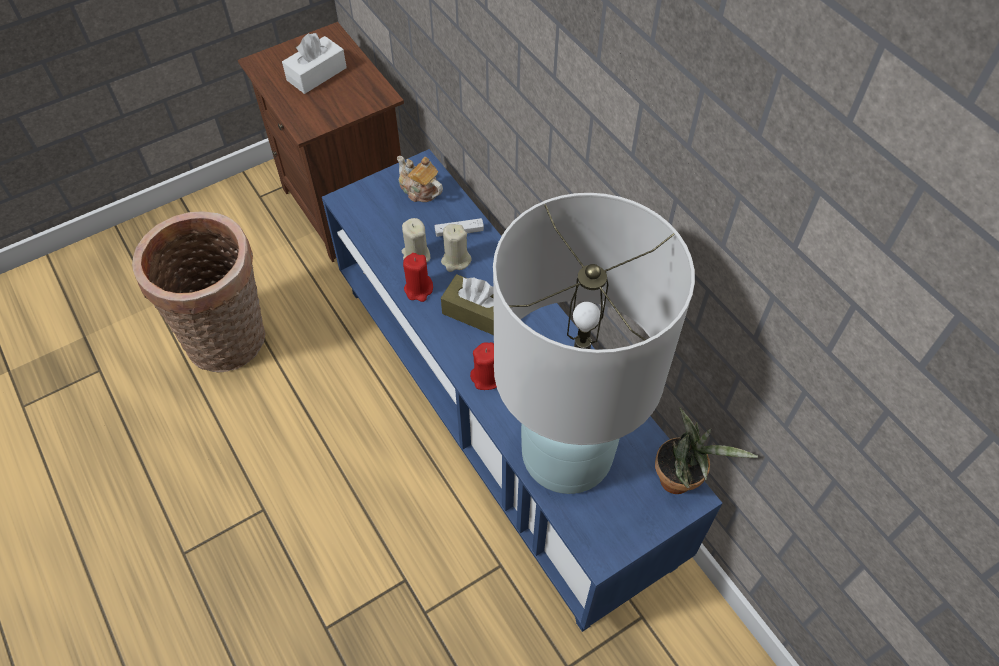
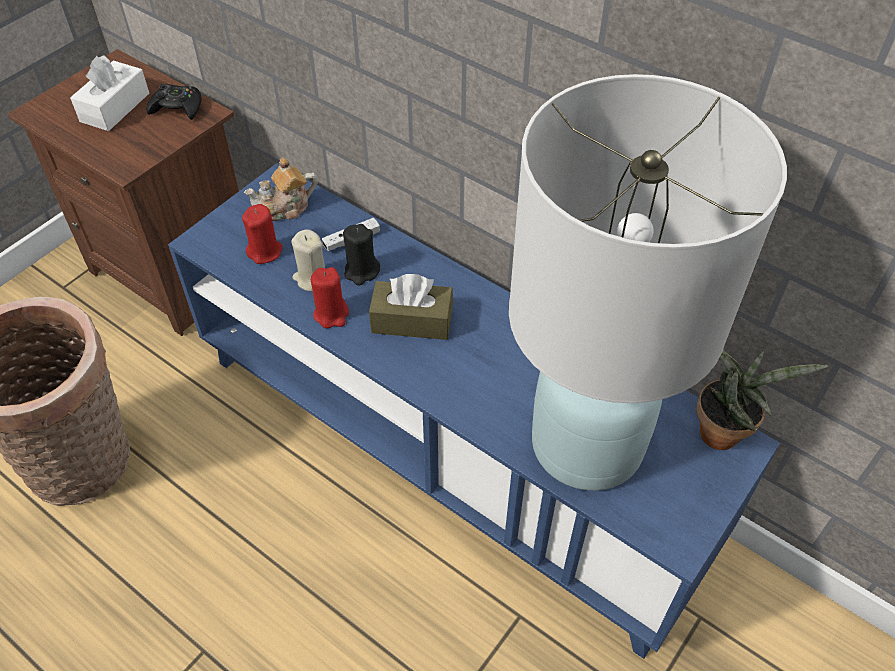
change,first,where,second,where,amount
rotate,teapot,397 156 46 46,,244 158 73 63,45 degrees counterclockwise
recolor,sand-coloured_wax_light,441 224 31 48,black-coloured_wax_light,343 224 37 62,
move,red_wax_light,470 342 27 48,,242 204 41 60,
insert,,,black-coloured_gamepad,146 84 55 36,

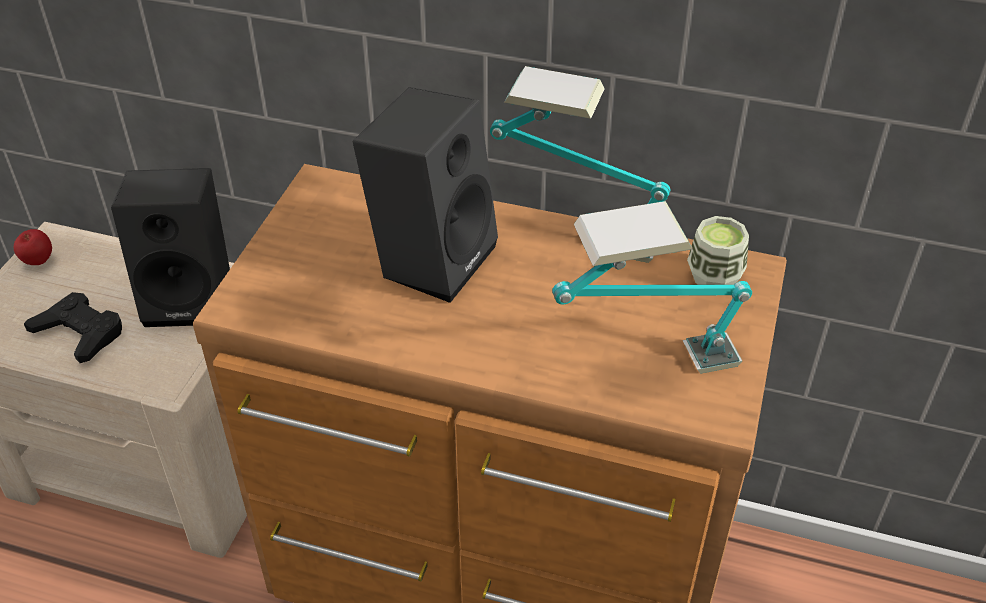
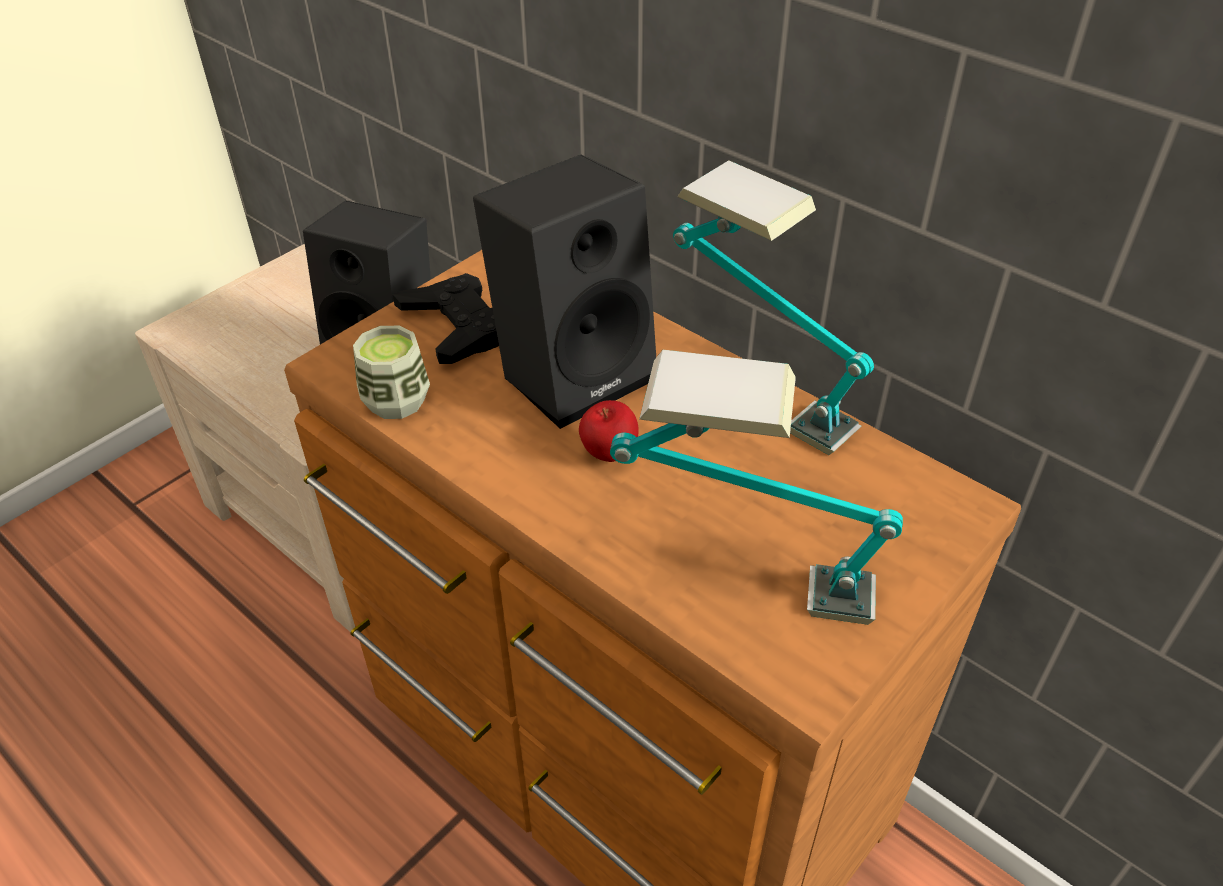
change,first,where,second,where,amount
move,cup,687 216 62 69,,353 326 77 93,
move,apple_fruit,14 229 38 36,,579 400 60 62,
move,black-coloured_gamepad,24 292 98 71,,393 273 106 91,

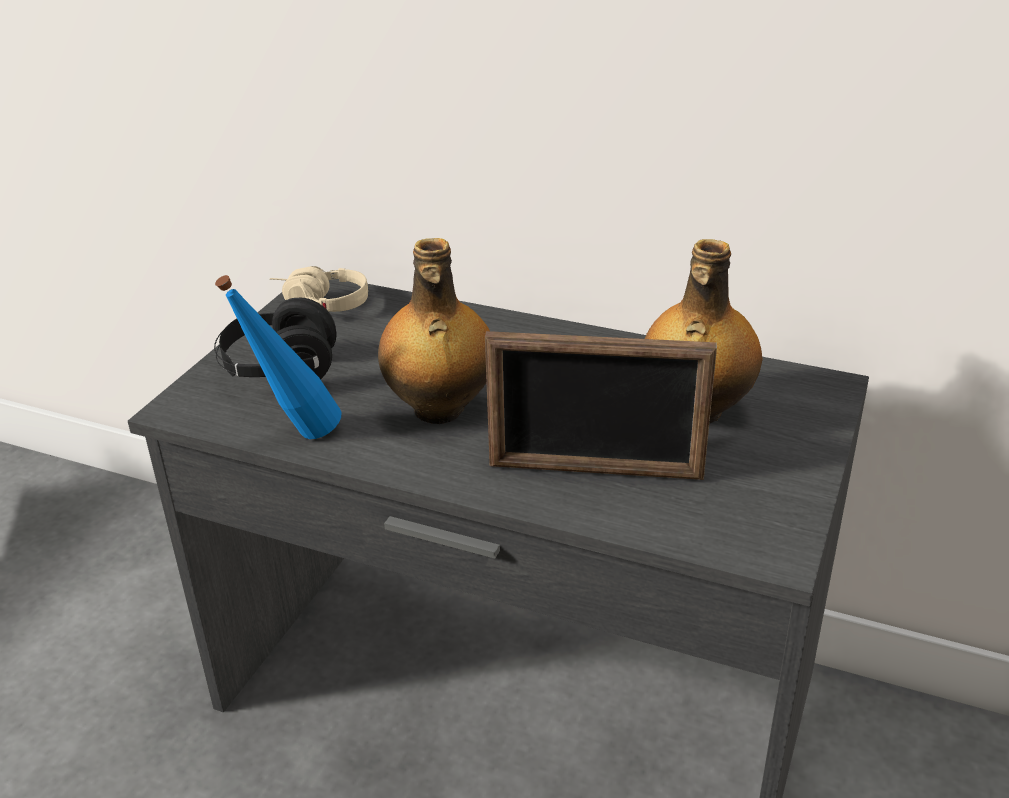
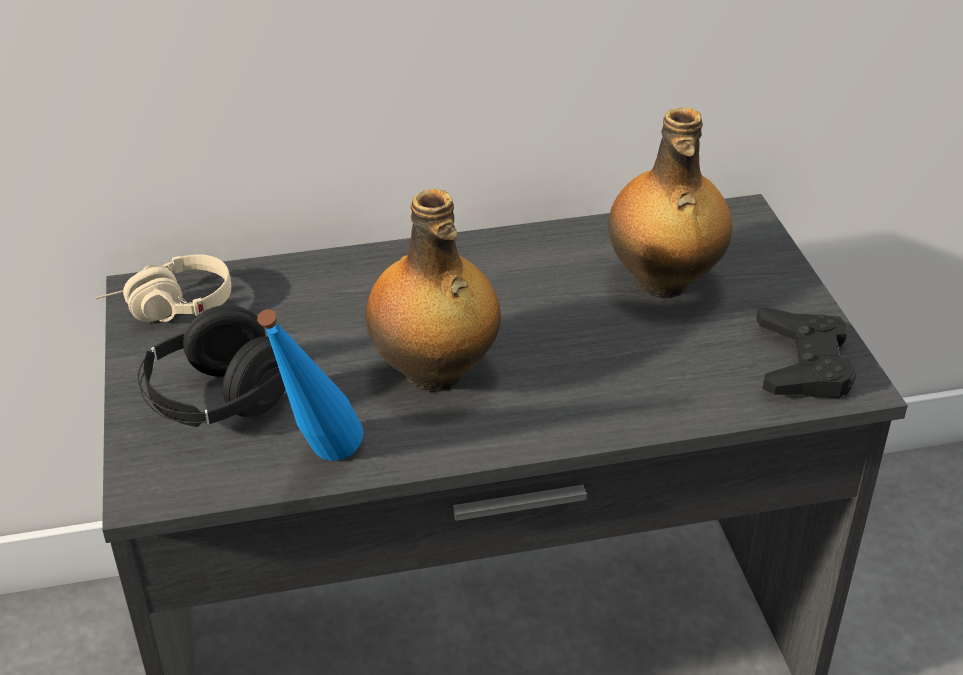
change,first,where,second,where,amount
delete,photo_frame,485 331 232 149,,,
insert,,,black-coloured_gamepad,756 308 101 90,

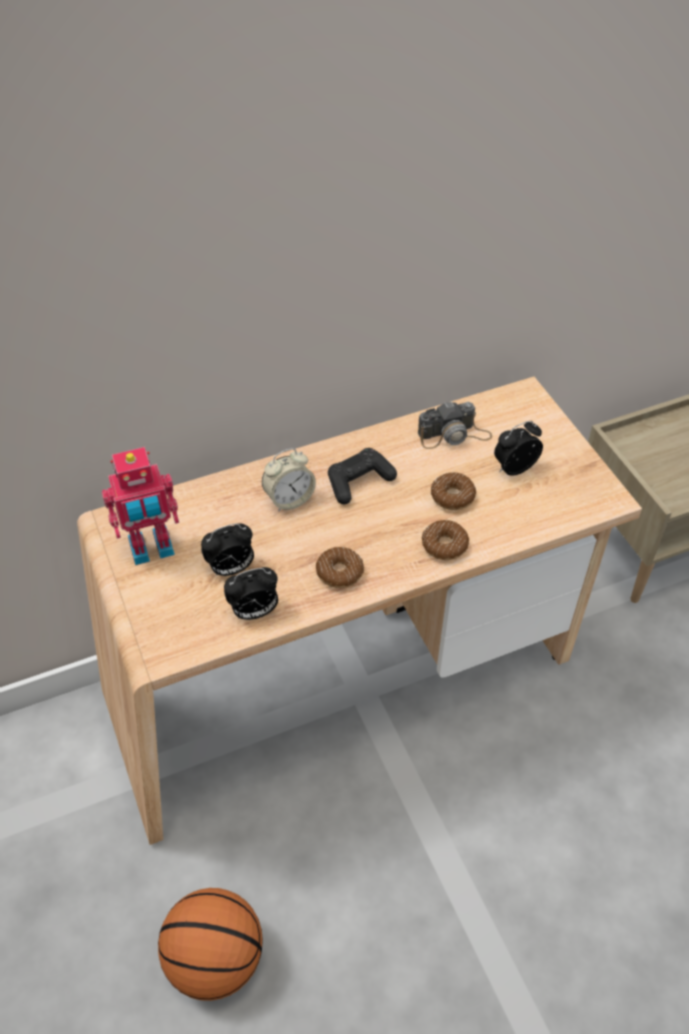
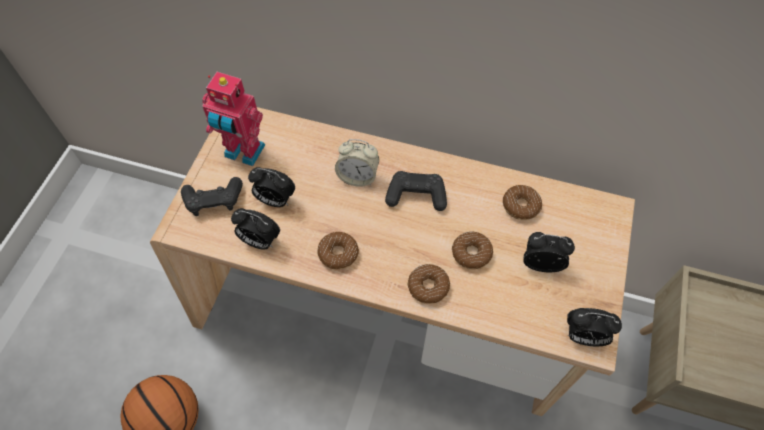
change,first,where,second,where,amount
replace,photo_camera,418 401 75 48,donut,503 185 39 35,
insert,,,black-coloured_gamepad,181 177 62 39,
insert,,,alarm_clock,567 308 55 38,

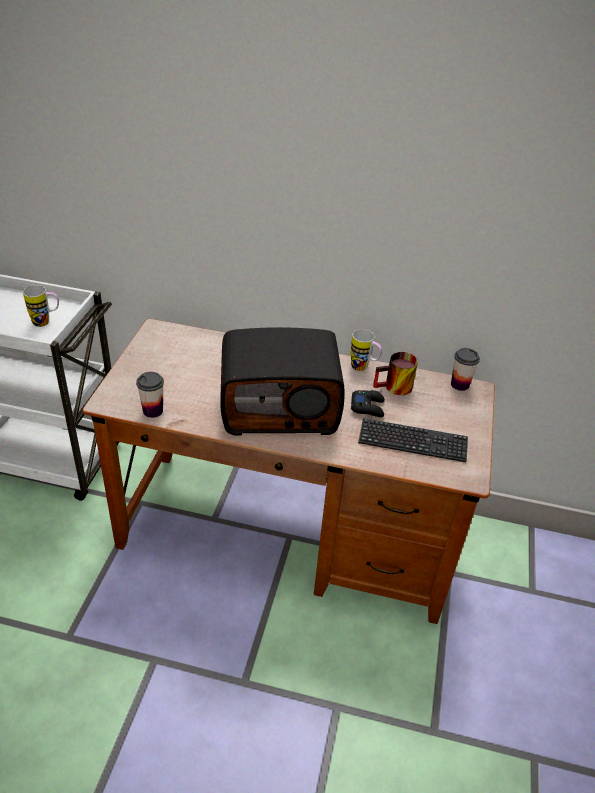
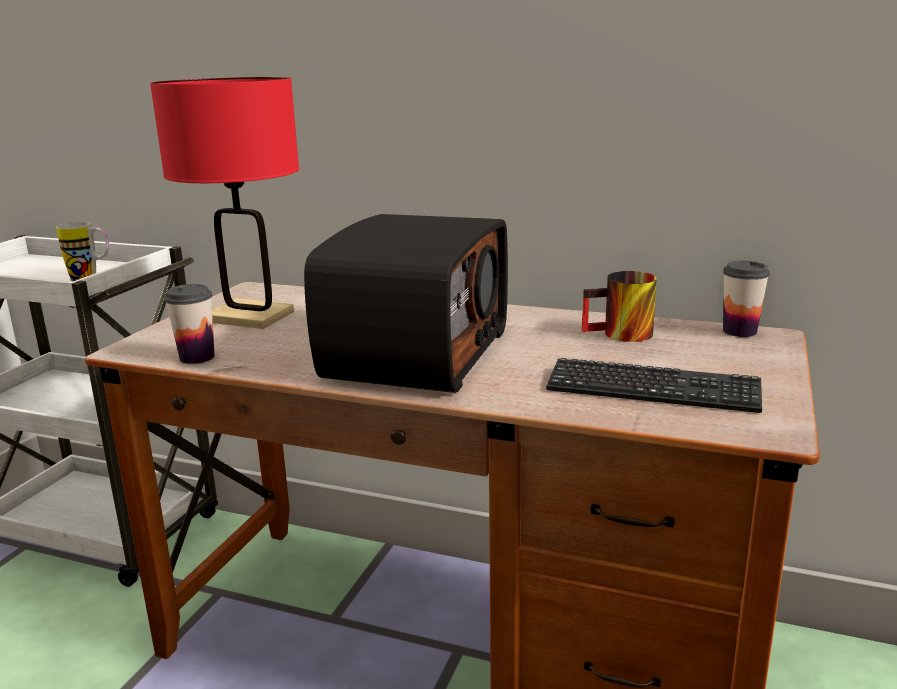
change,first,where,second,where,amount
rotate,radio,220 327 125 108,,304 214 204 179,75 degrees counterclockwise
delete,coffee_mug,351 329 31 42,,,
delete,black-coloured_gamepad,351 390 34 27,,,
insert,,,red_lamp_for_a_table,150 77 149 252,

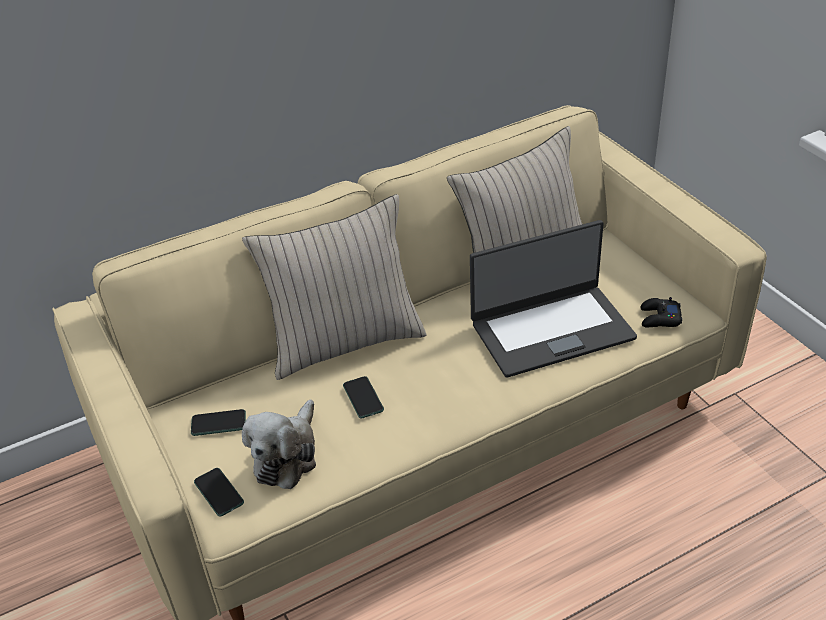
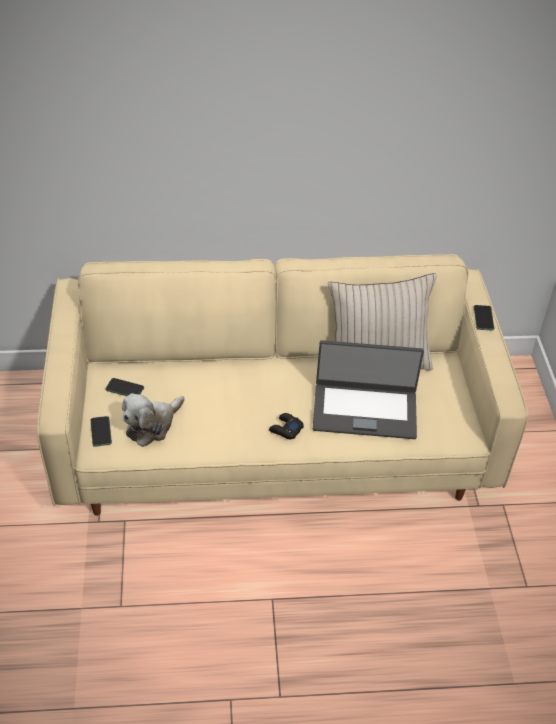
change,first,where,second,where,amount
delete,sand-coloured_cushion,242 194 185 186,,,
move,black-coloured_gamepad,640 297 42 30,,269 413 35 27,
move,handset,343 376 41 42,,474 305 20 25,

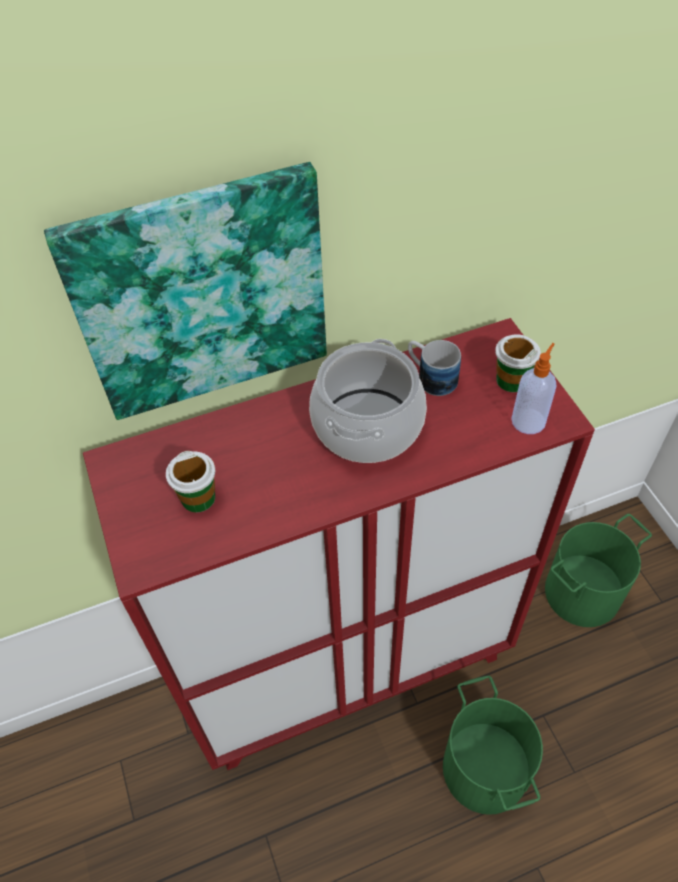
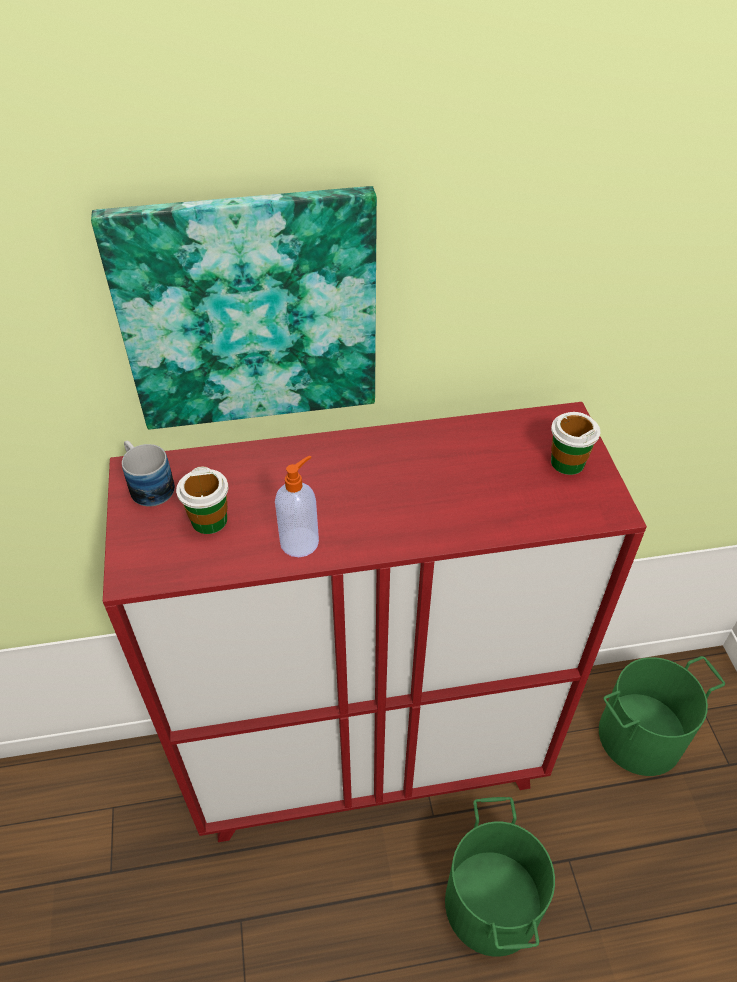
change,first,where,second,where,amount
delete,stockpot,309 339 118 124,,,
move,coffee_mug,408 340 53 56,,122 441 53 66,
move,soap_bottle,511 343 45 91,,275 455 44 102,

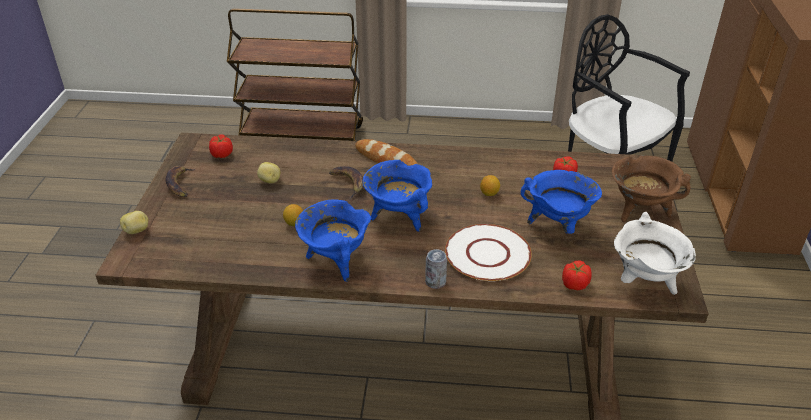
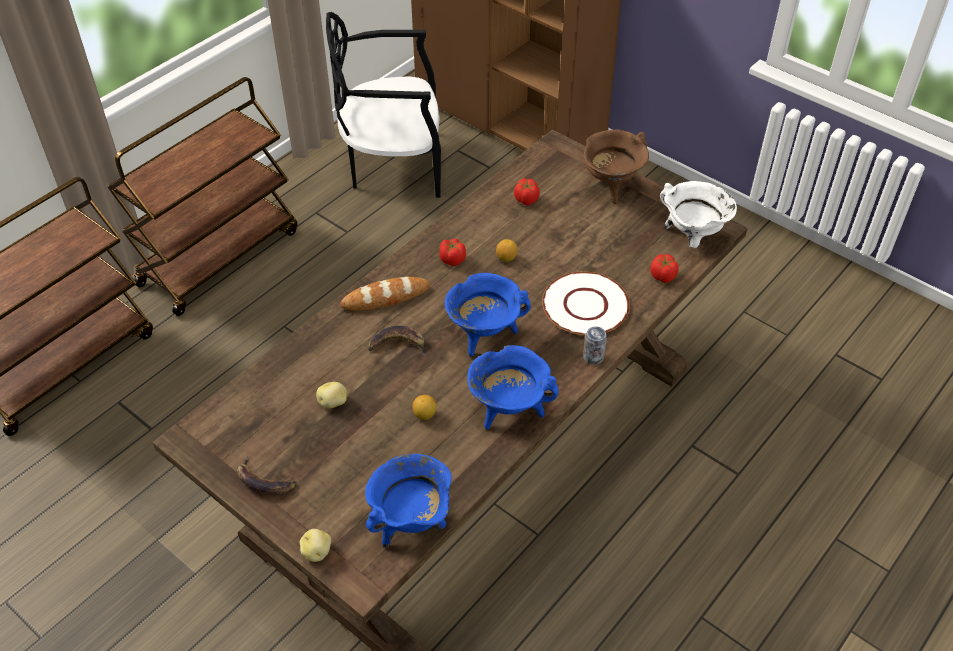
change,first,where,second,where,amount
move,fresh_tomato,209 134 24 24,,439 238 27 28,
move,blue_stockpot,521 170 81 64,,365 454 87 94,
insert,,,brownish_cart,107 77 191 239,

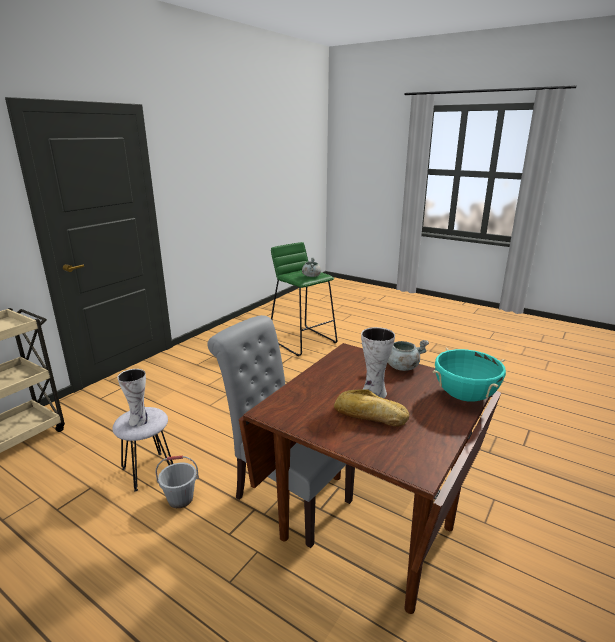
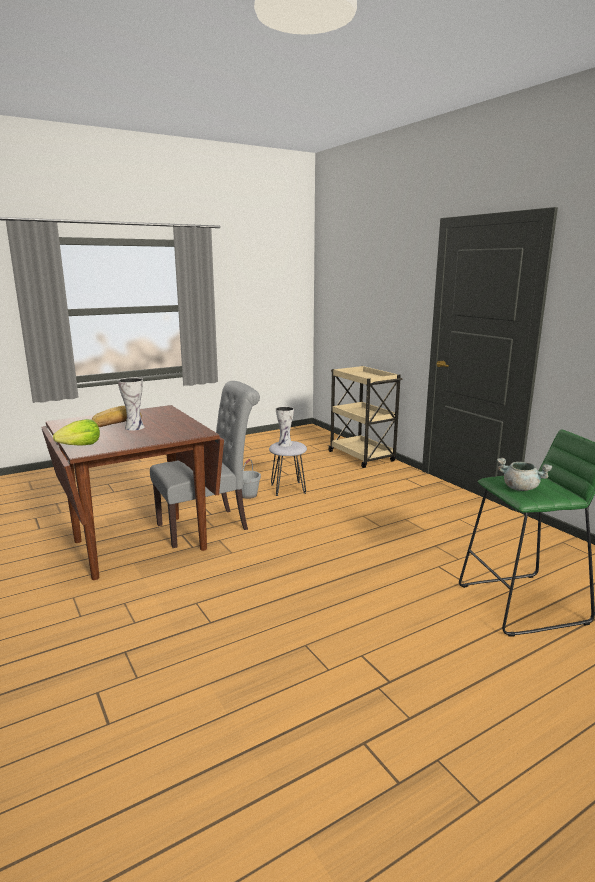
change,first,where,second,where,amount
delete,gray_stockpot,388 340 41 31,,,
replace,turquoise-coloured_stockpot,432 348 74 54,head_of_lettuce,53 419 47 27,

